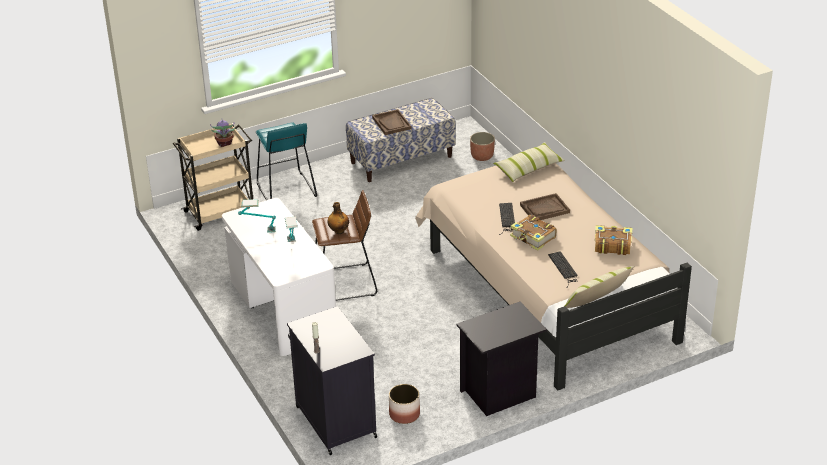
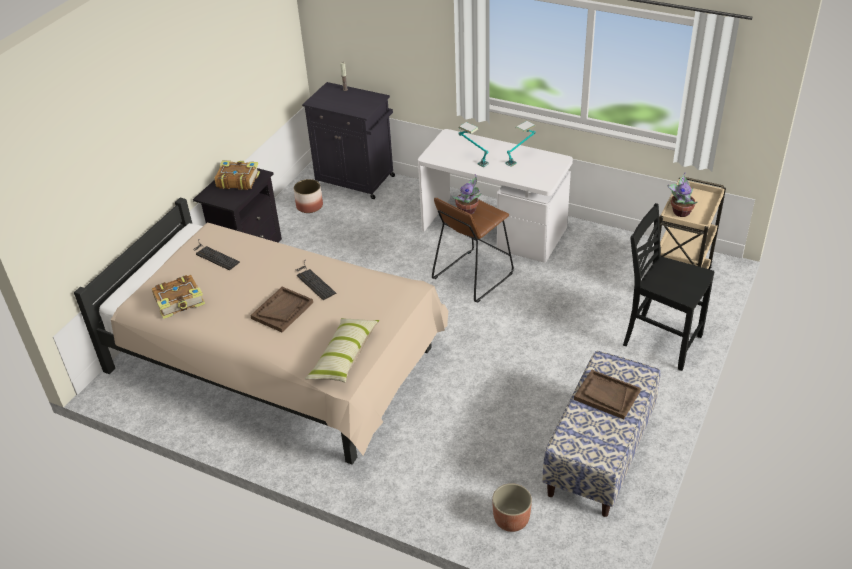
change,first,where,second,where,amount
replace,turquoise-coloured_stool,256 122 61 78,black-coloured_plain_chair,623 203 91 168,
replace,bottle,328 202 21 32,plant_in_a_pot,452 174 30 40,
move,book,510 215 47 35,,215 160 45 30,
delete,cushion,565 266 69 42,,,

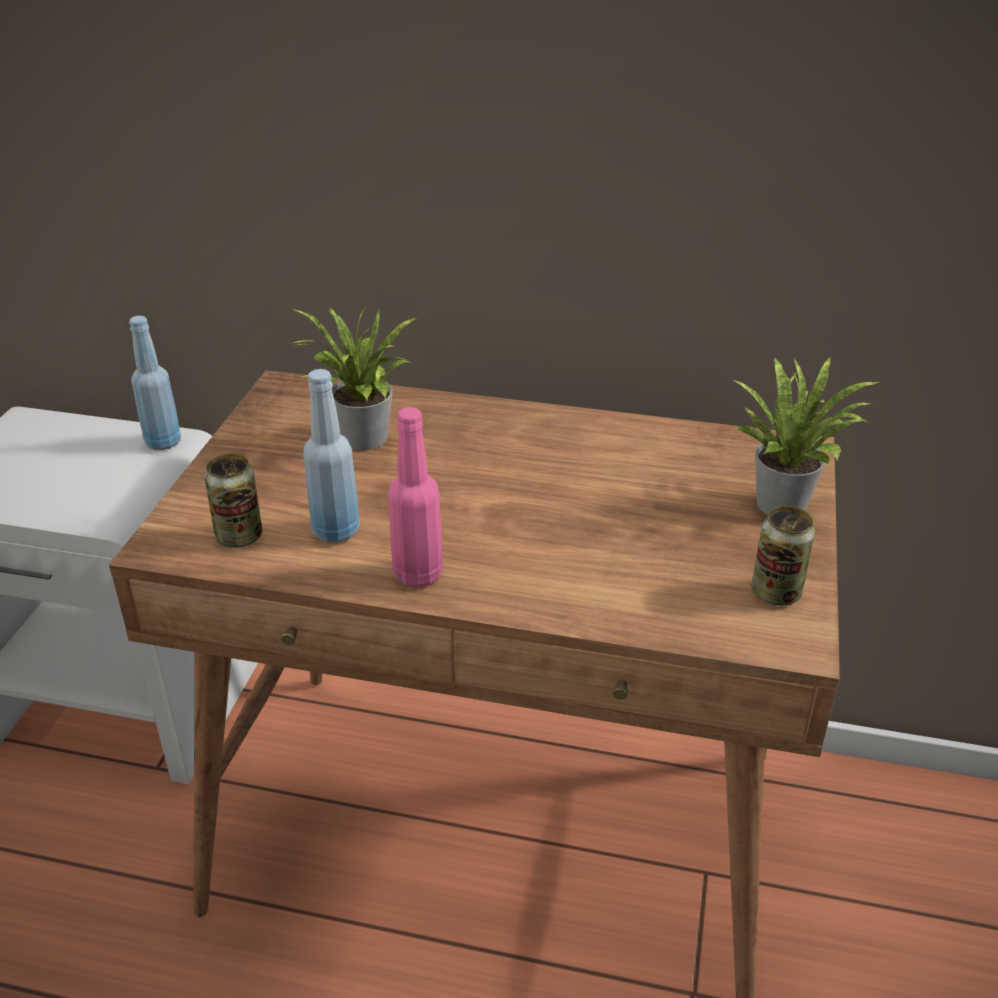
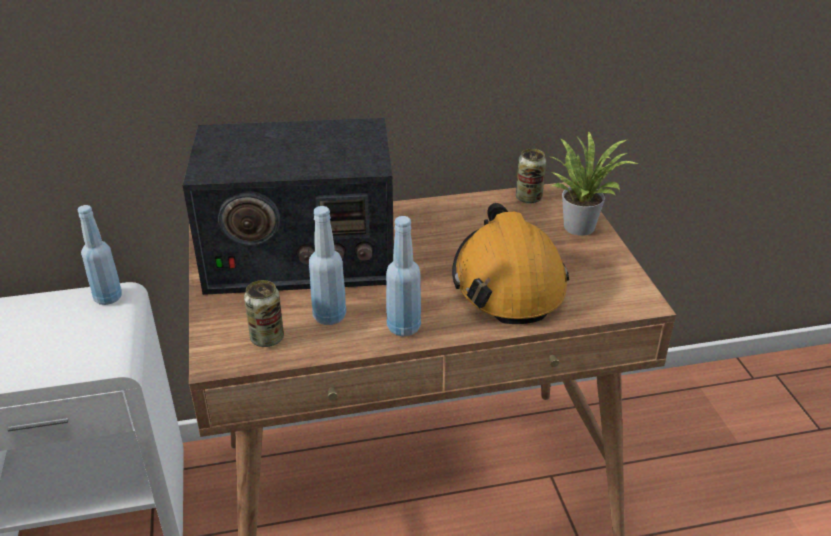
change,first,where,second,where,amount
replace,plant_in_a_pot,291 308 125 142,radio,182 118 212 177,
recolor,pinkish_bottle,388 407 55 180,blue_bottle,386 216 35 120,
move,sealed_can,751 506 64 99,,516 149 30 54,
insert,,,orangey_hard_hat,452 203 117 121,

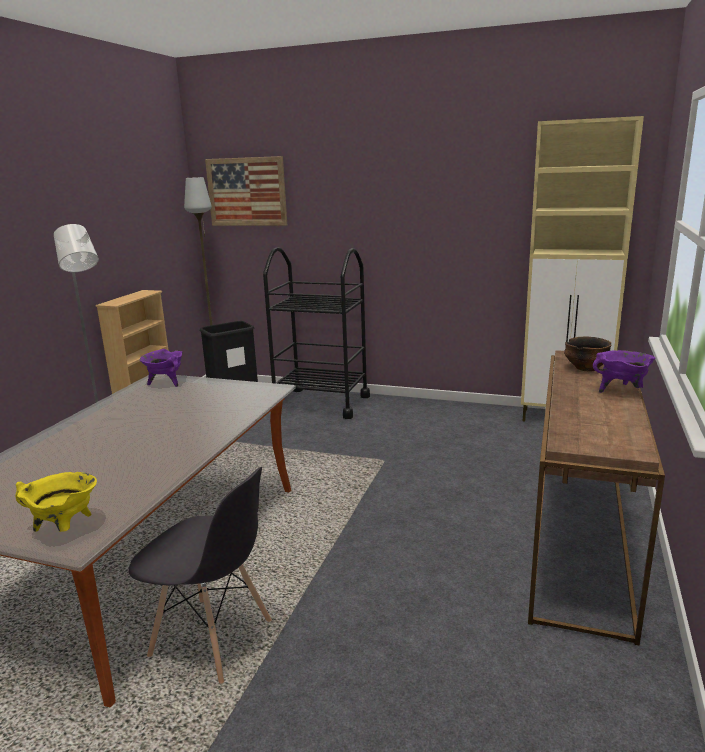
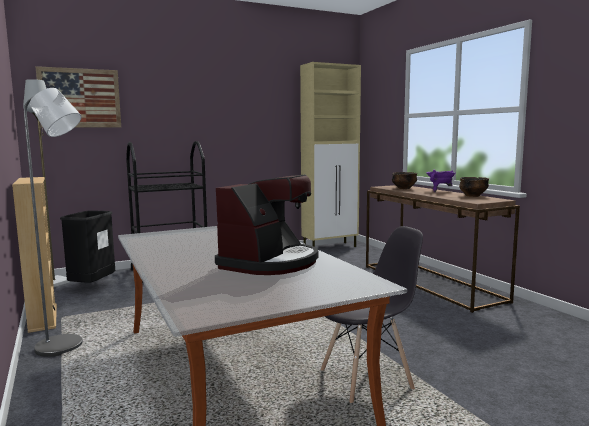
change,first,where,second,where,amount
delete,purple-coloured_stockpot,140 349 43 38,,,
delete,yellow_stockpot,15 472 82 60,,,
insert,,,coffee_brewer,215 175 104 100,
insert,,,serving_bowl,459 177 30 20,

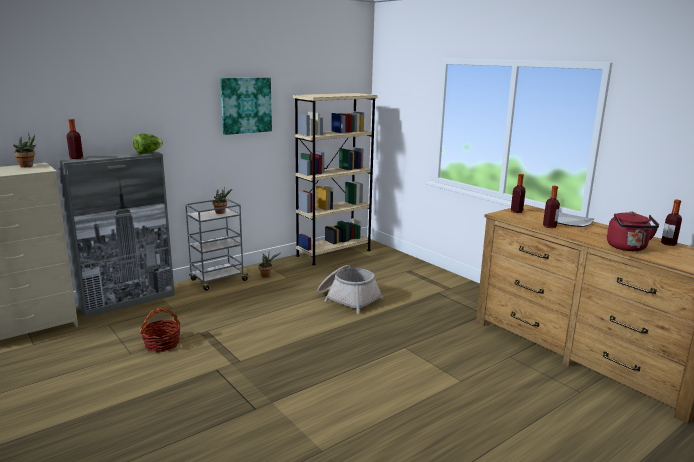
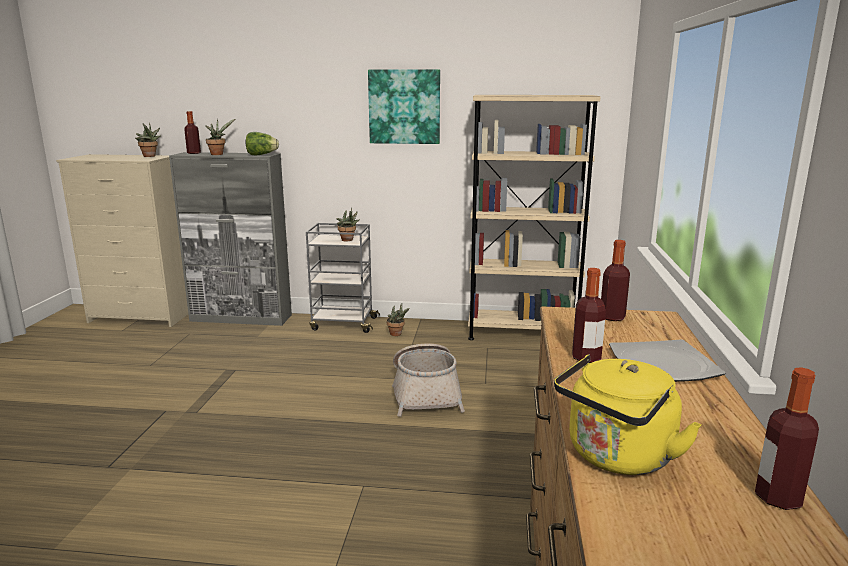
change,first,where,second,where,amount
recolor,red_water_kettle,607 211 52 40,yellow_water_kettle,554 354 147 121,
delete,basket,140 308 41 44,,,
insert,,,plant_in_a_pot,205 119 30 36,

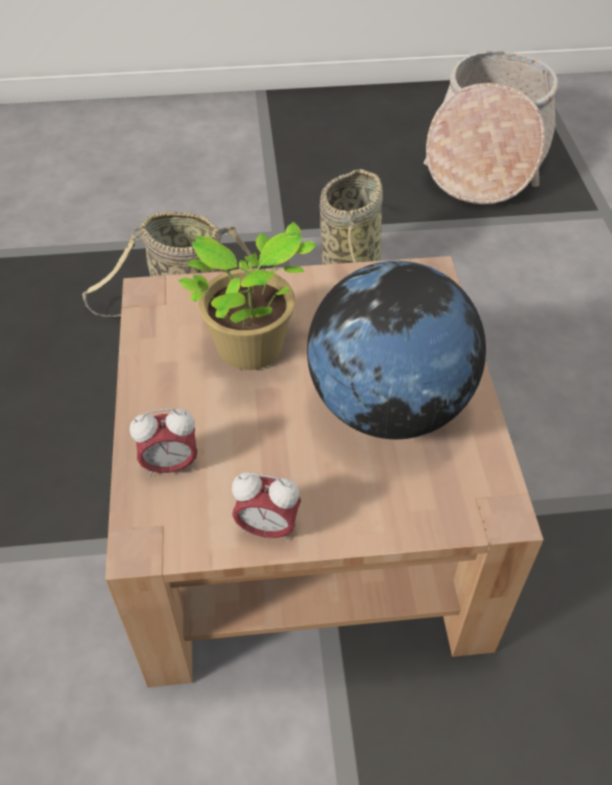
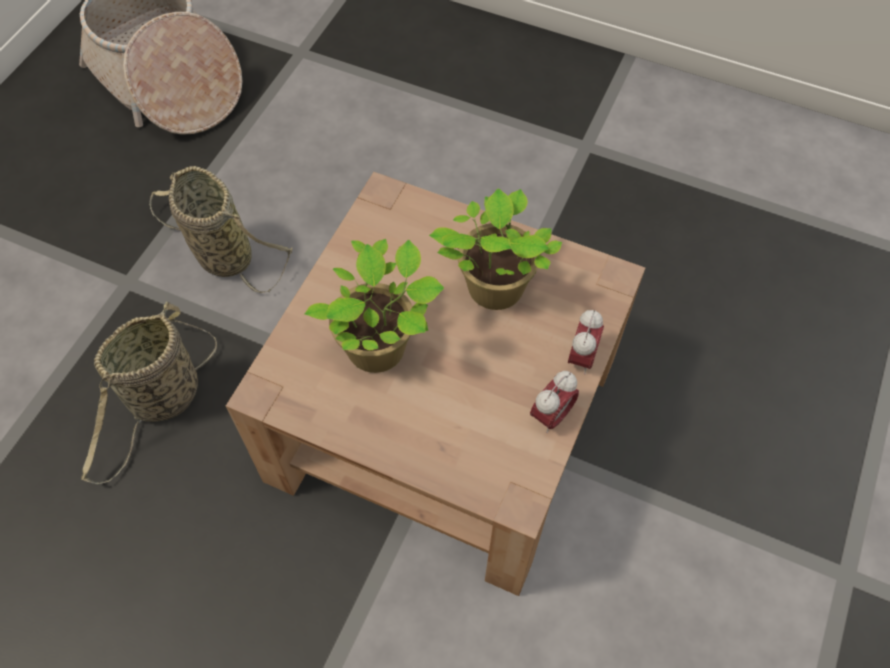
change,first,where,second,where,amount
replace,desk_globe,307 261 179 178,plant_in_a_pot,429 189 133 121,
move,alarm_clock,130 408 67 69,,568 309 36 66,

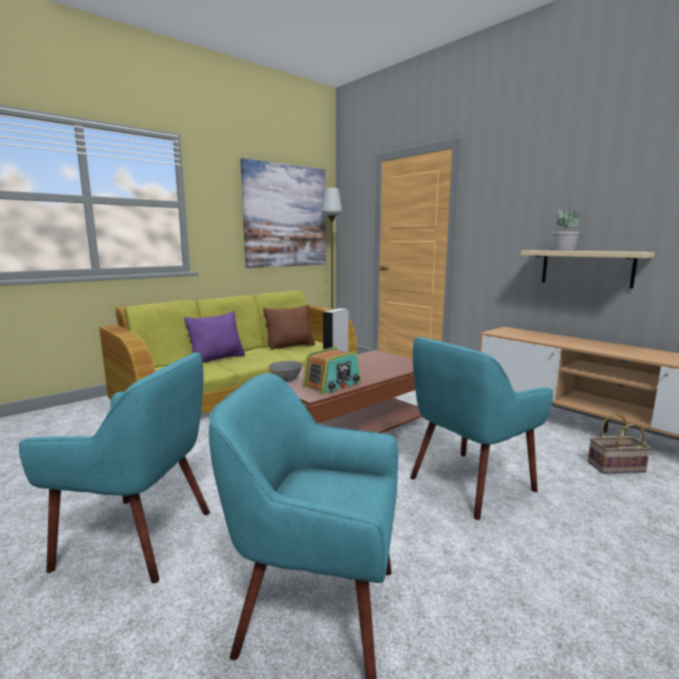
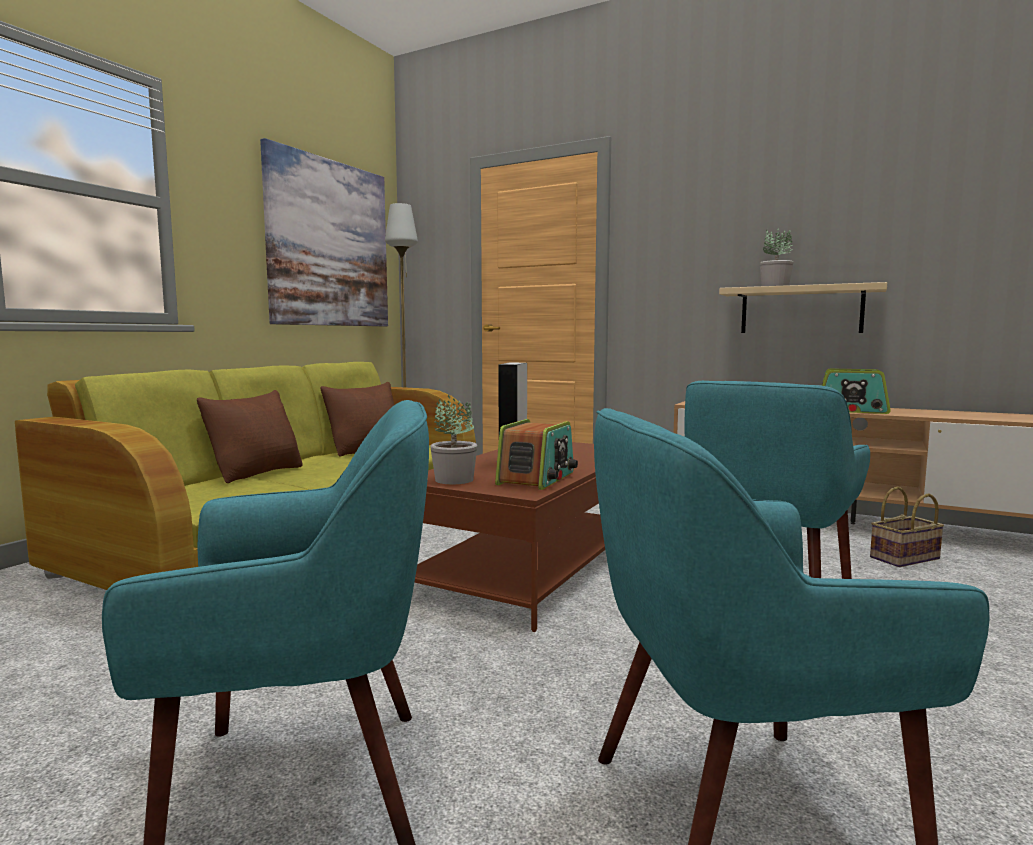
change,first,where,second,where,amount
recolor,purple-coloured_cushion,184 311 61 52,brownish_cushion,197 390 106 93,
replace,gray_serving_bowl,269 361 33 21,plant_in_a_pot,430 395 47 89,
insert,,,radio,821 368 70 46,

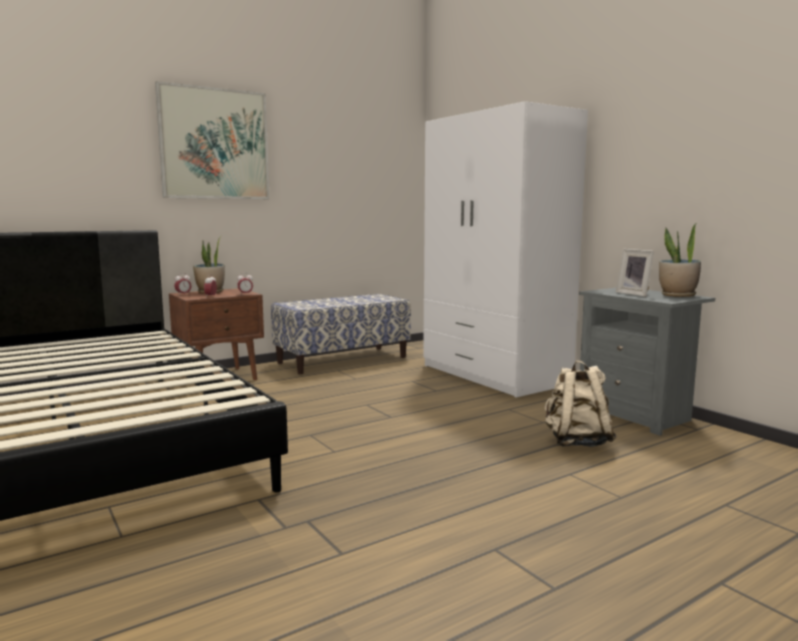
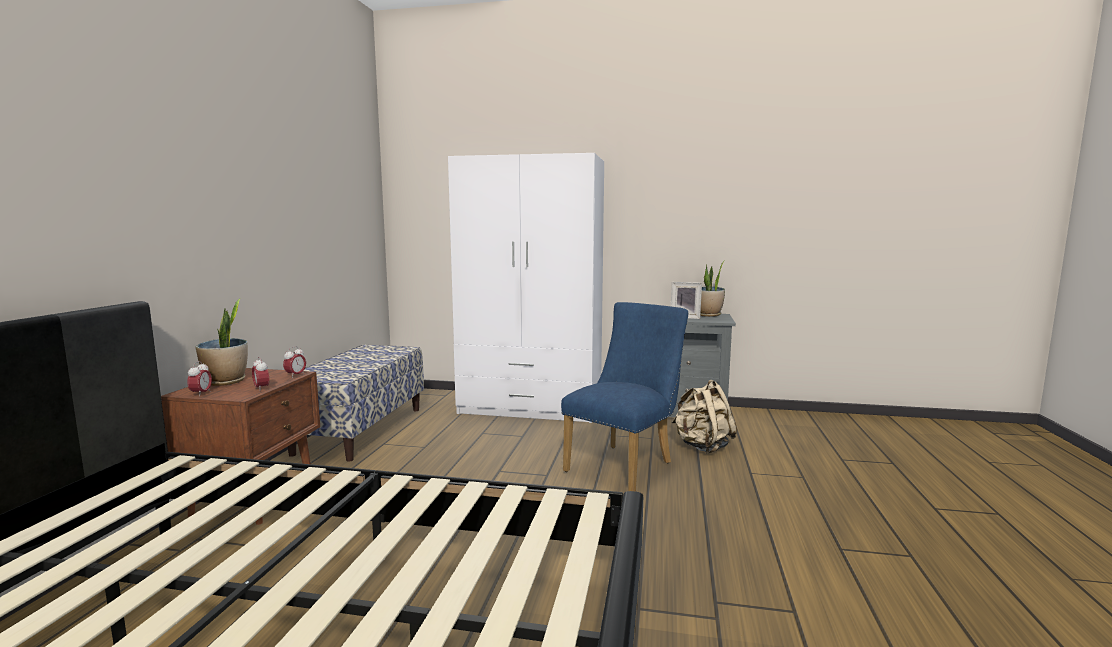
change,first,where,second,where,amount
delete,picture,155 81 114 118,,,
insert,,,blue_plain_chair,561 302 127 189,

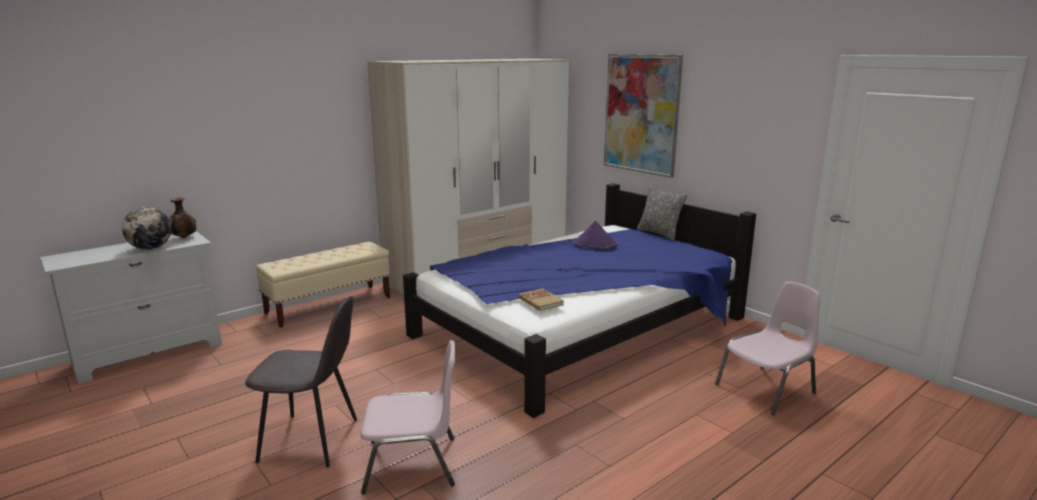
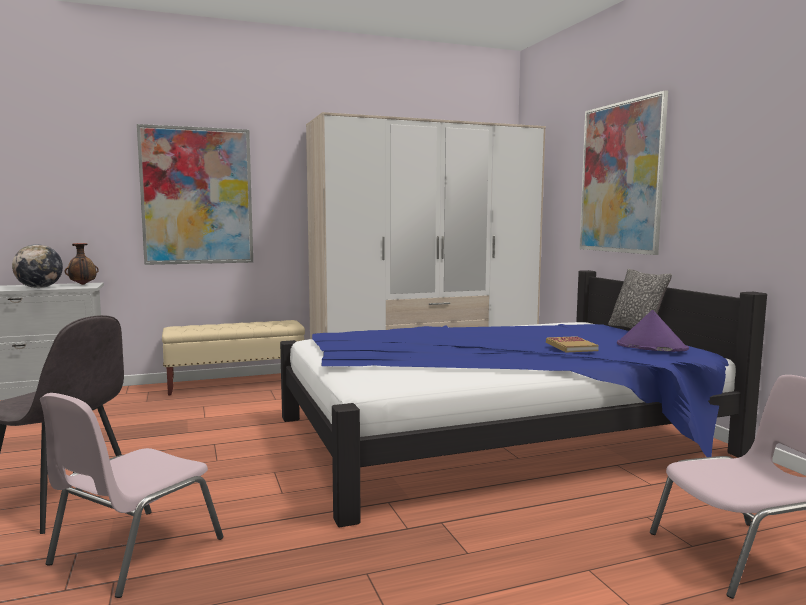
change,first,where,second,where,amount
move,purple-coloured_clothing_hat,573 221 45 28,,617 310 72 42,
move,book,519 289 45 22,,546 336 53 16,
rotate,pinkish_plain_chair,360 340 95 154,,40 393 183 205,105 degrees clockwise
insert,,,picture,137 124 116 141,

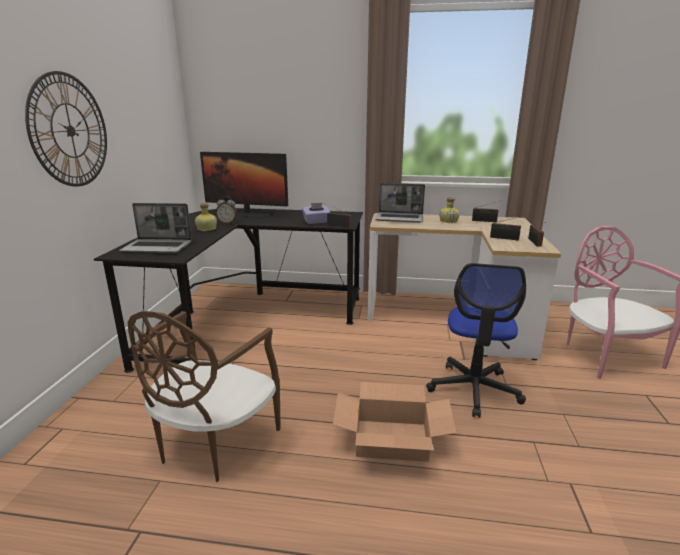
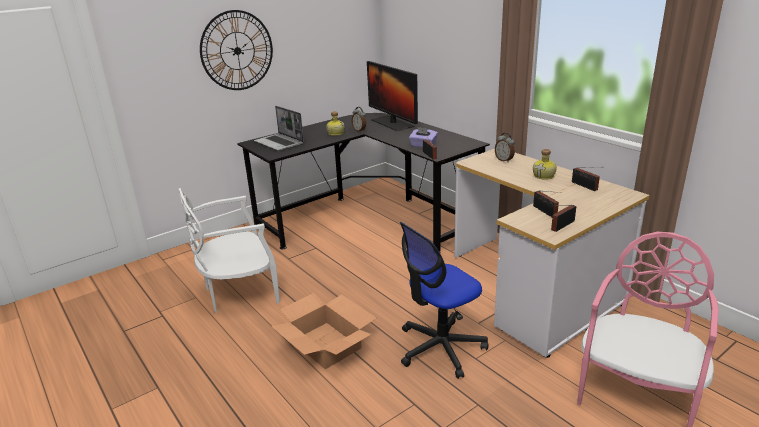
change,first,where,second,where,amount
replace,portable_computer,375 183 50 40,alarm_clock,495 133 20 30,
recolor,brownish_plain_chair,128 311 153 171,whitish_plain_chair,178 188 102 125,

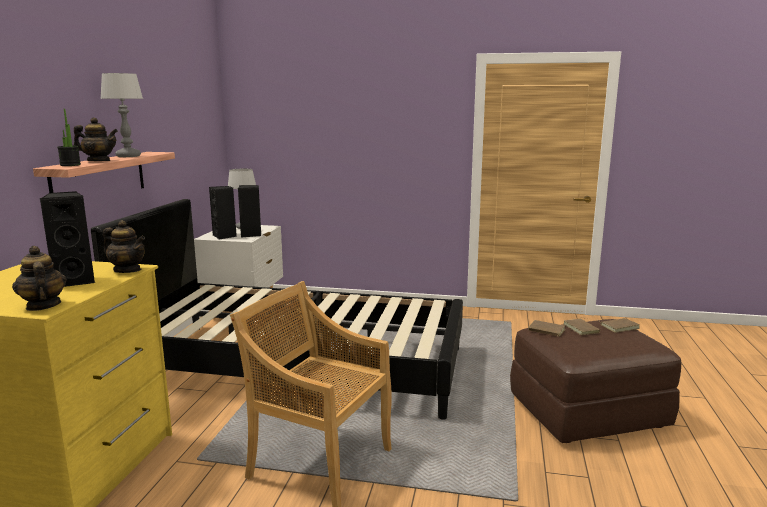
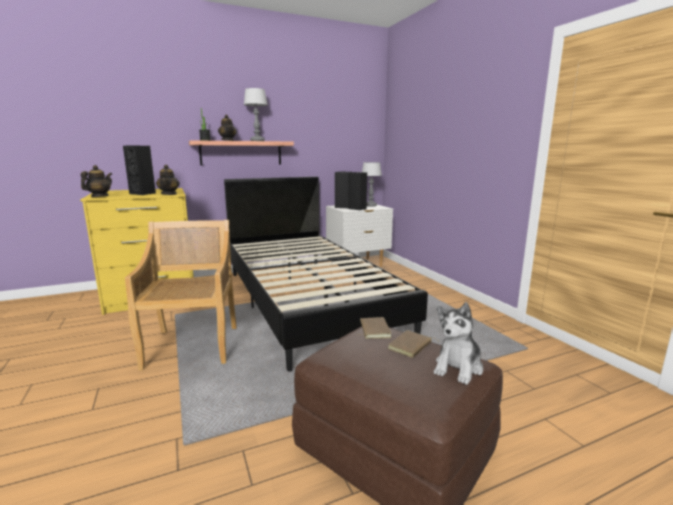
change,first,where,second,where,amount
replace,brownish_book,598 318 42 15,cuddly_toy,434 302 49 83,

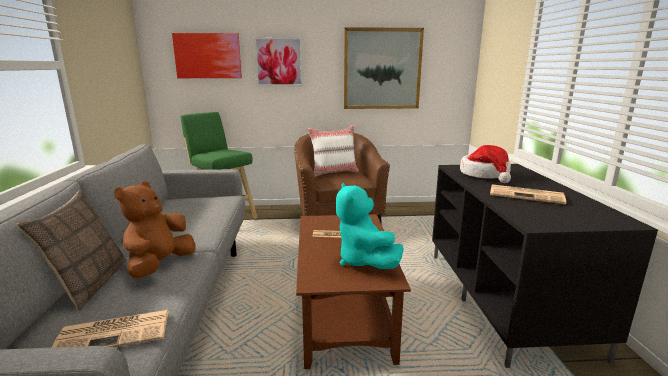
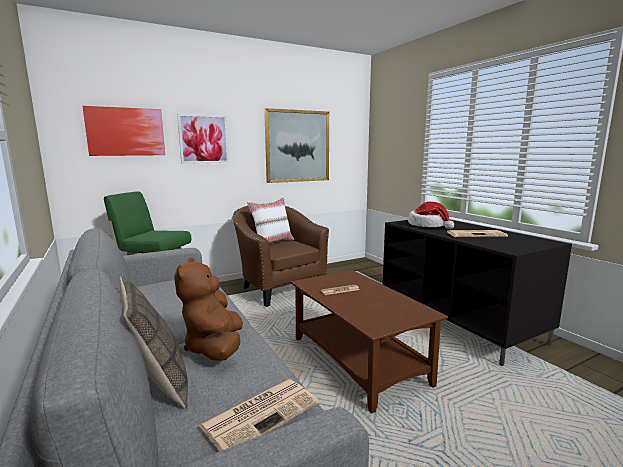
change,first,where,second,where,amount
delete,turquoise-coloured_cuddly_toy,336 182 68 87,,,

